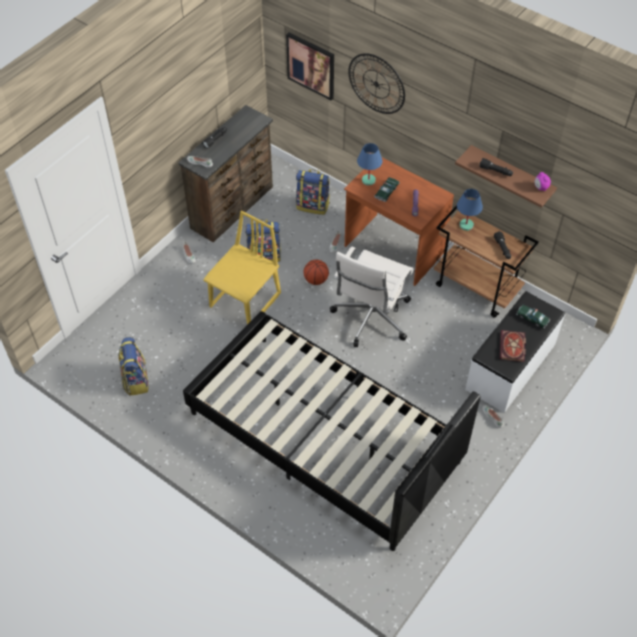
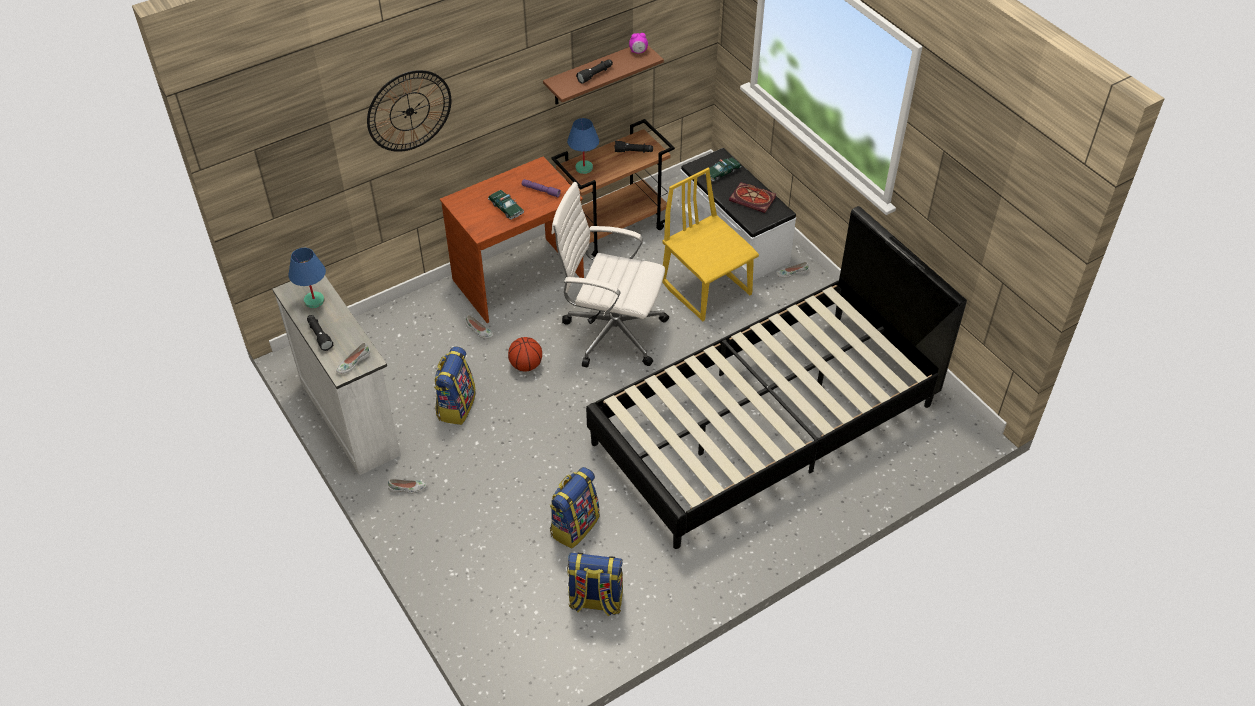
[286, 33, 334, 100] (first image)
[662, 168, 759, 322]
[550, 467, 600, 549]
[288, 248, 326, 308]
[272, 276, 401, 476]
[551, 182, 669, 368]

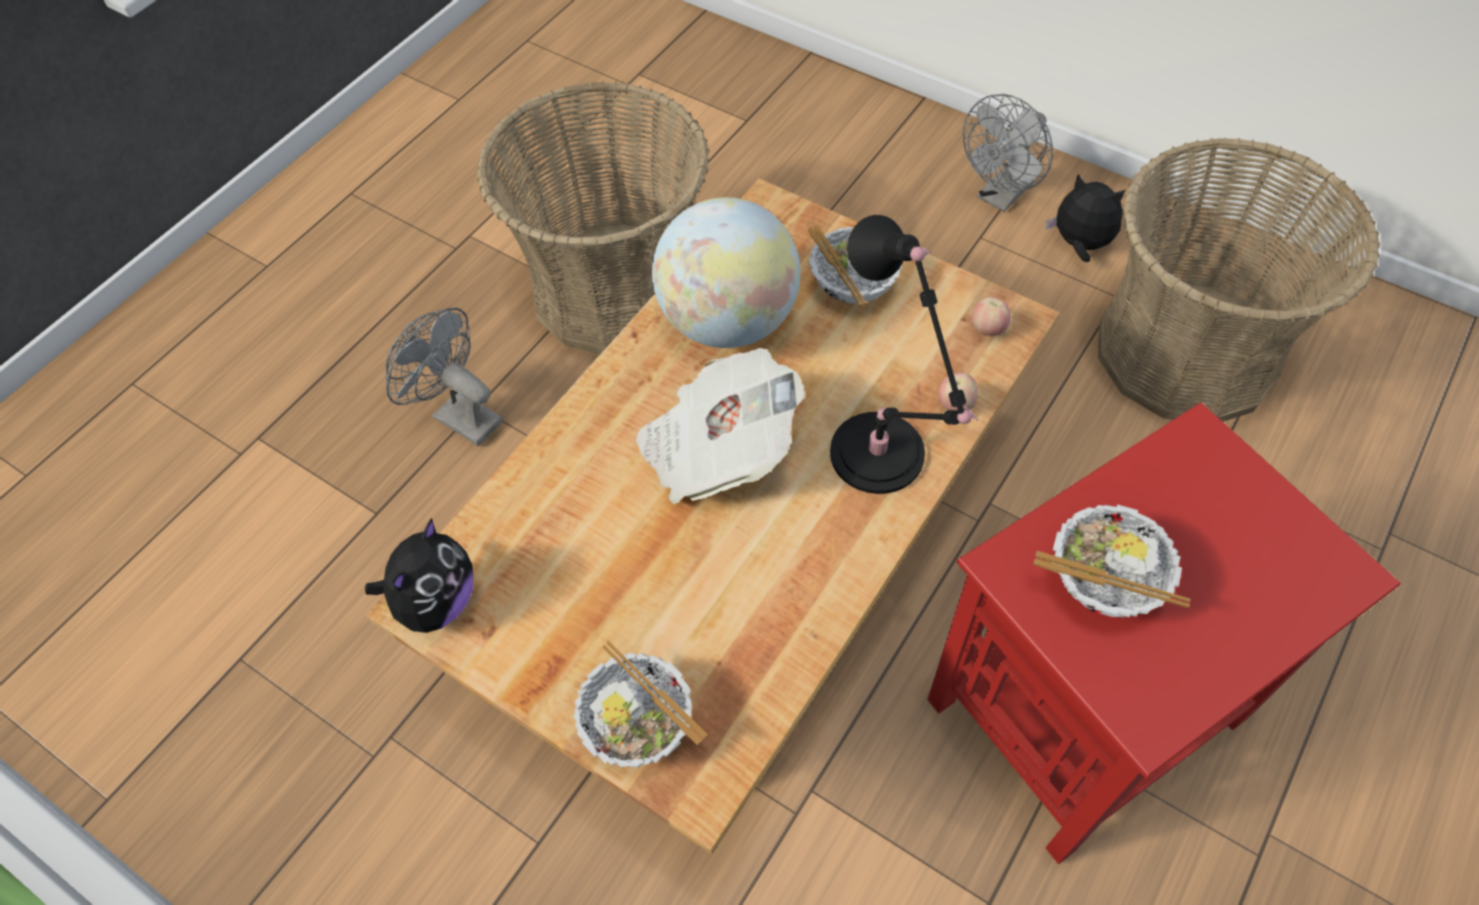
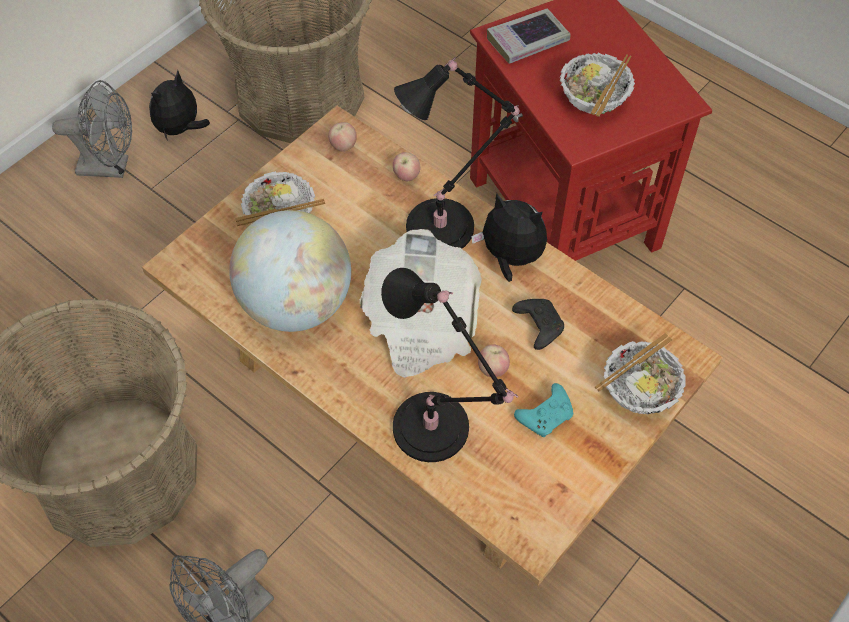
[381, 268, 519, 462]
[478, 344, 510, 377]
[487, 8, 570, 64]
[512, 299, 564, 350]
[514, 383, 573, 437]
[471, 193, 547, 282]
[52, 80, 132, 178]

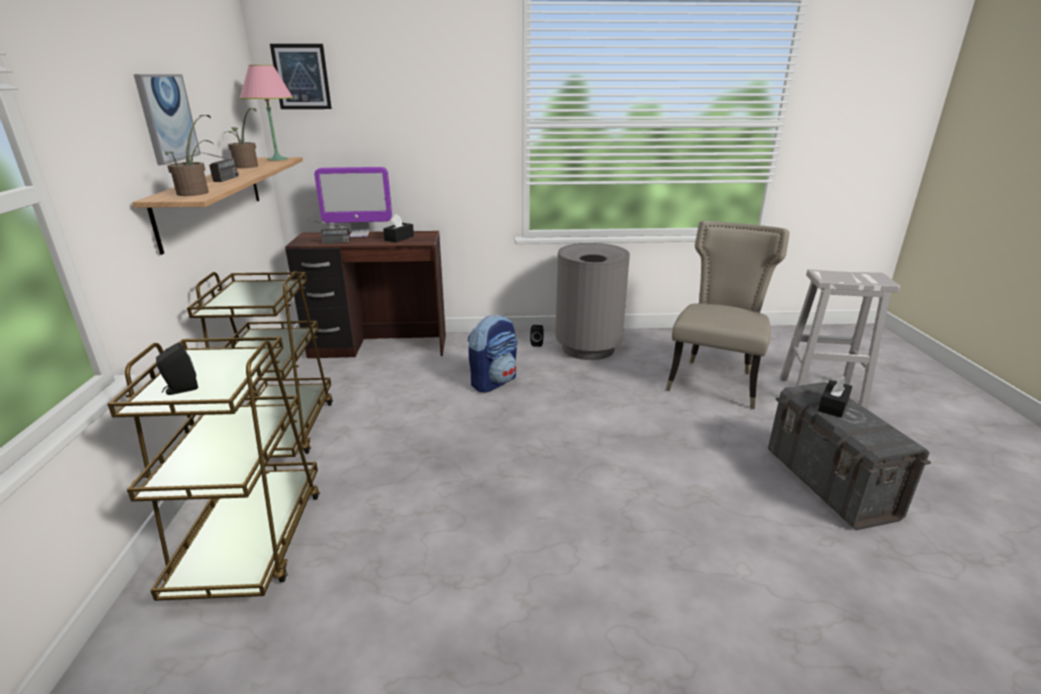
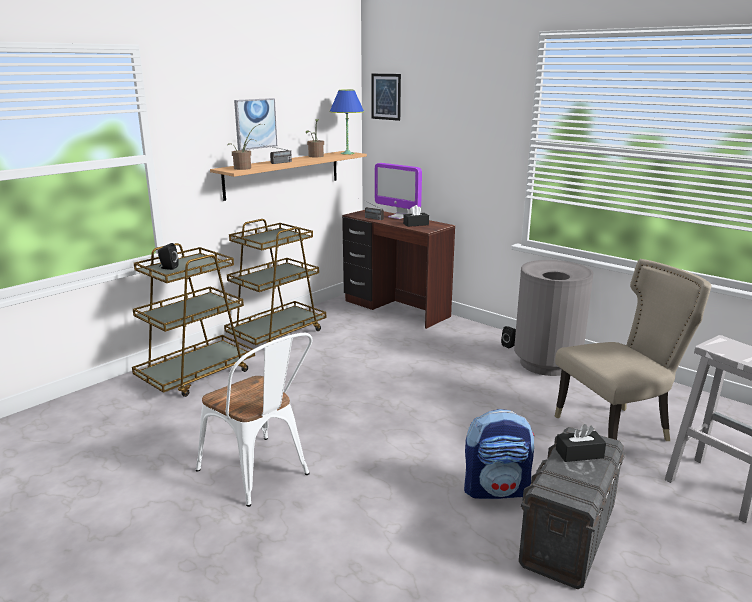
[196, 333, 313, 507]
[464, 409, 534, 499]
[329, 90, 364, 155]

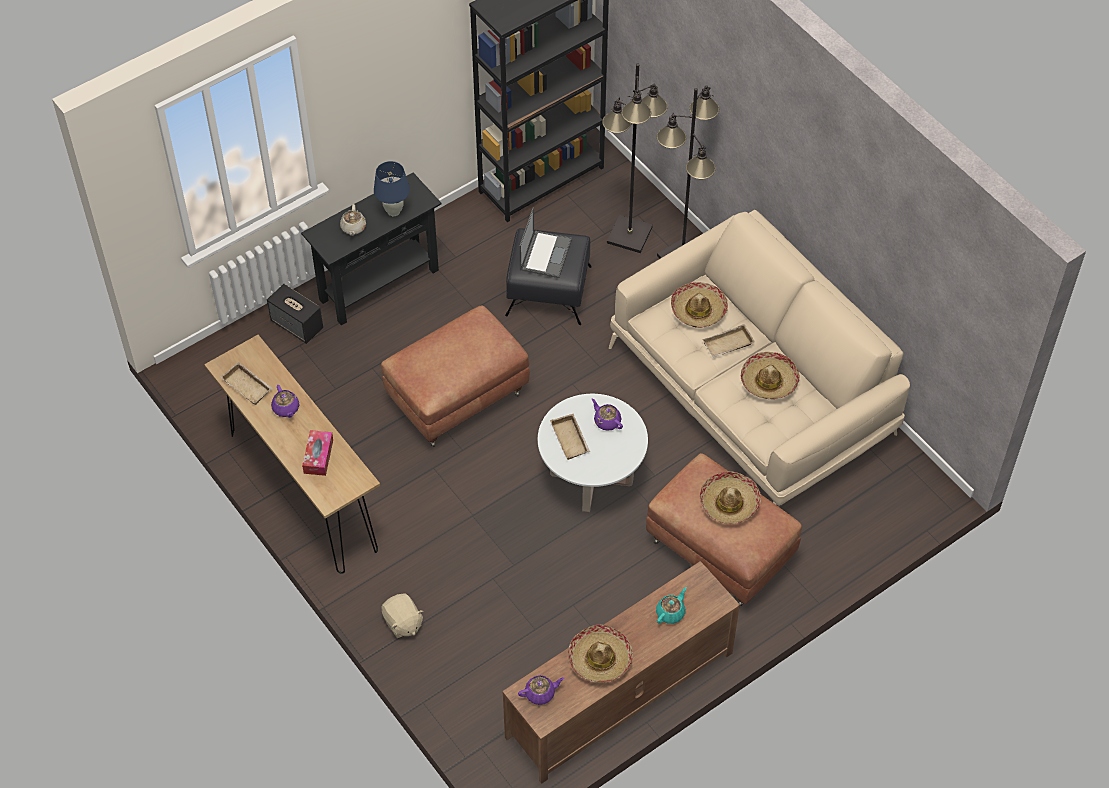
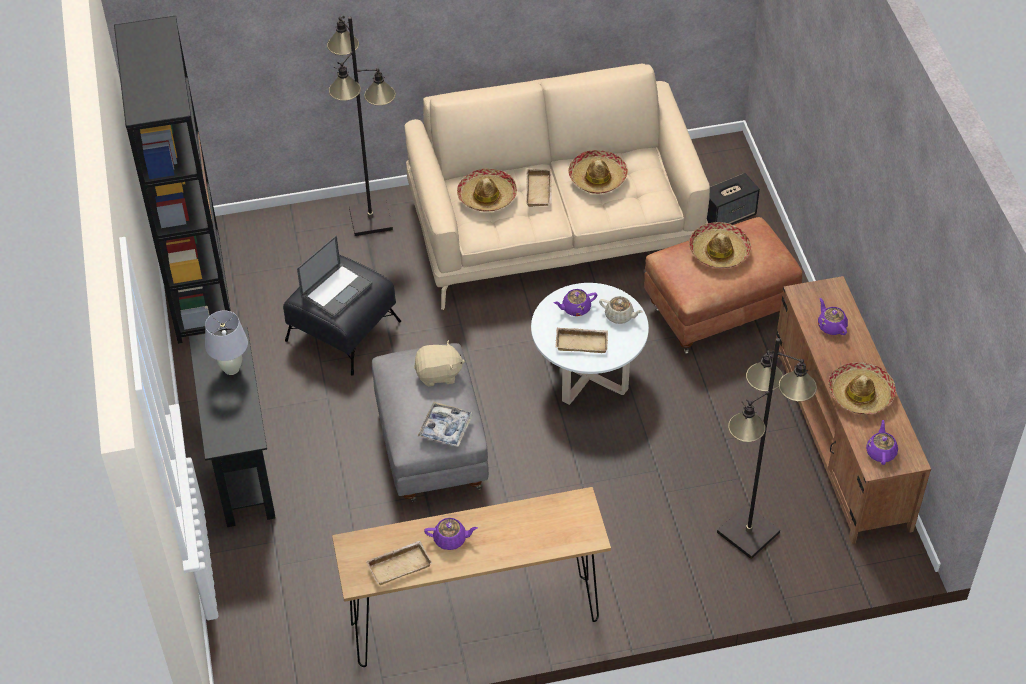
[302, 430, 333, 476] (first image)
[418, 402, 473, 447]
[707, 173, 760, 224]
[599, 296, 643, 324]
[414, 340, 465, 386]
[717, 338, 817, 559]
[205, 310, 248, 375]
[372, 343, 489, 502]
[818, 298, 848, 335]
[297, 235, 373, 318]

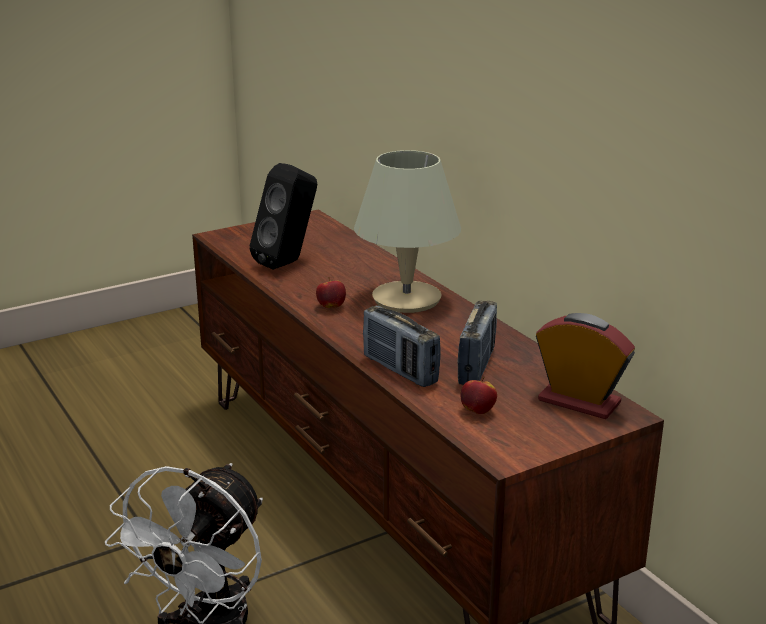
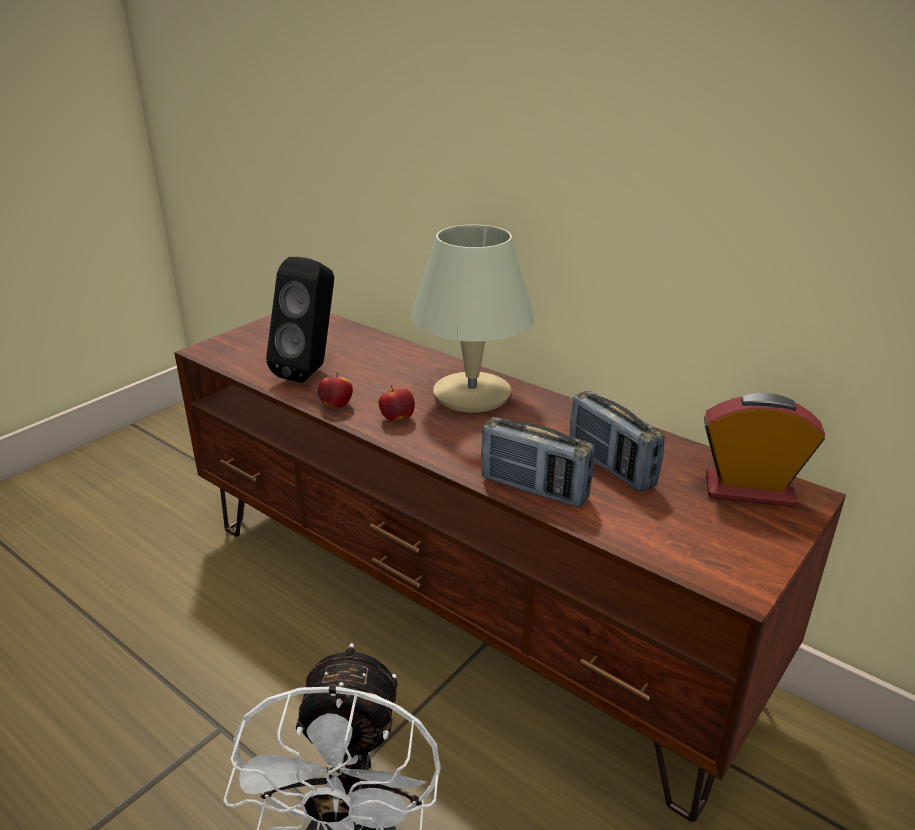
[318, 372, 353, 408]
[570, 391, 665, 492]

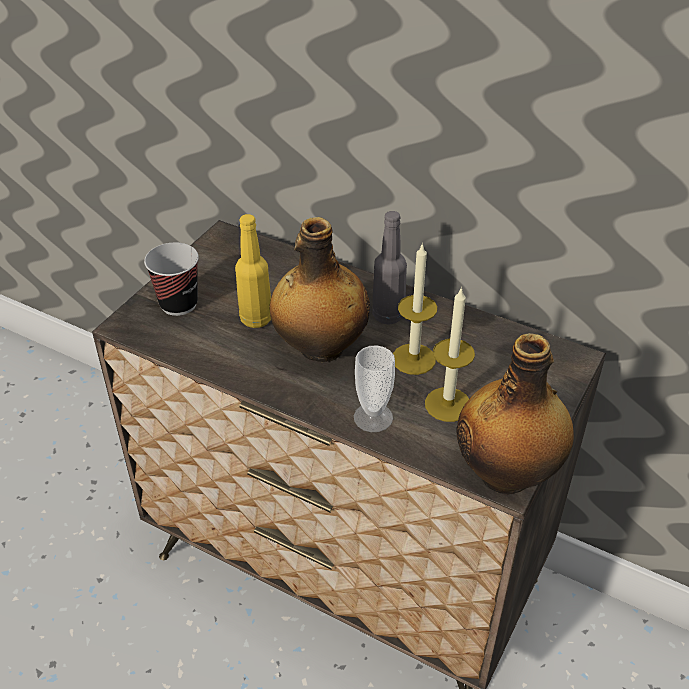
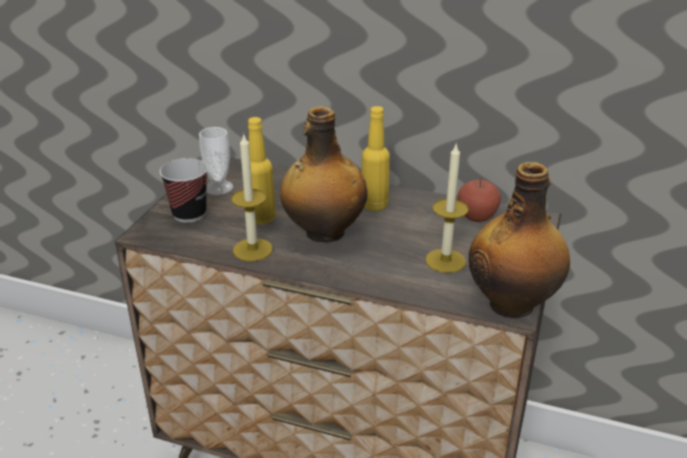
[457, 178, 501, 222]
[199, 127, 233, 195]
[231, 133, 273, 261]
[361, 106, 390, 211]

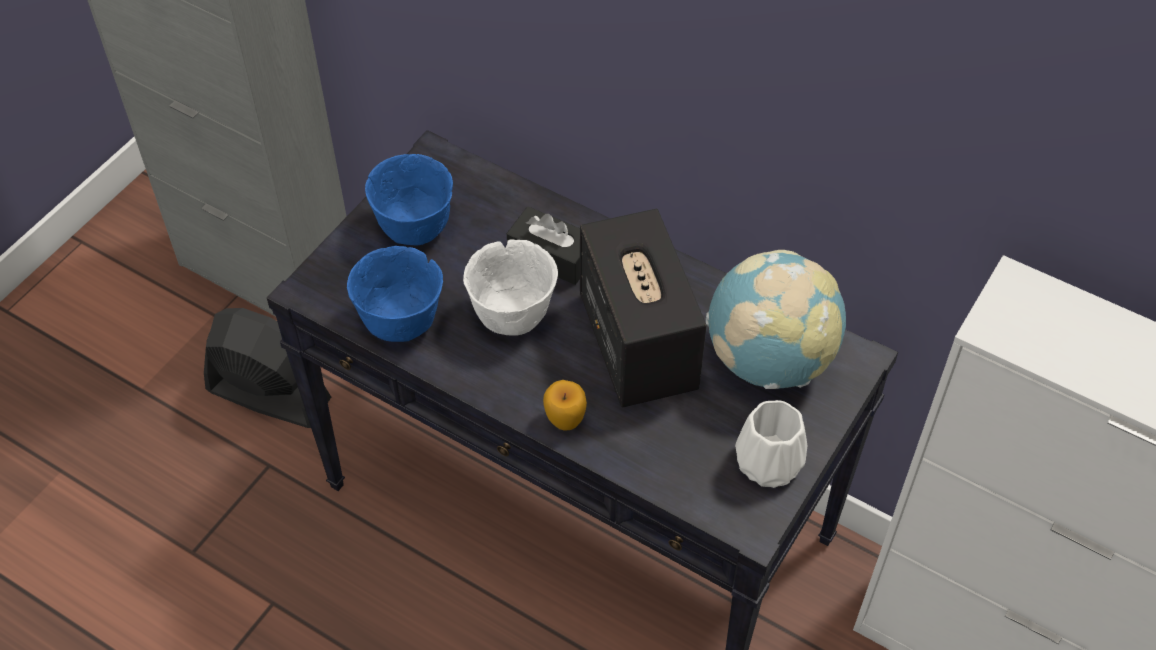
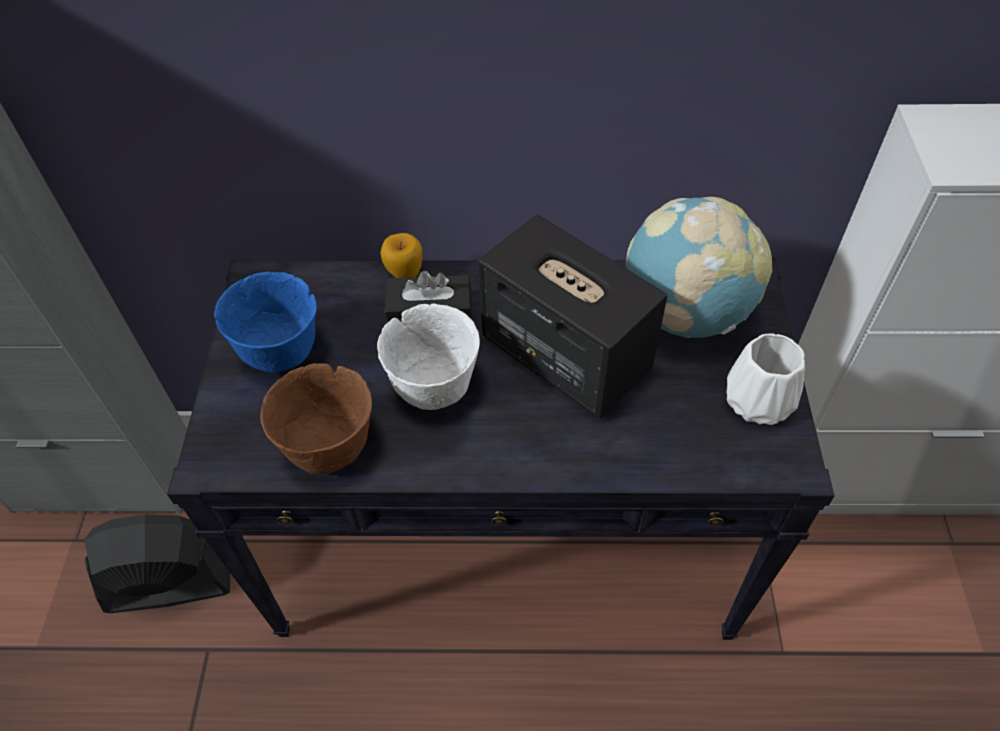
[381, 233, 422, 278]
[260, 363, 372, 474]

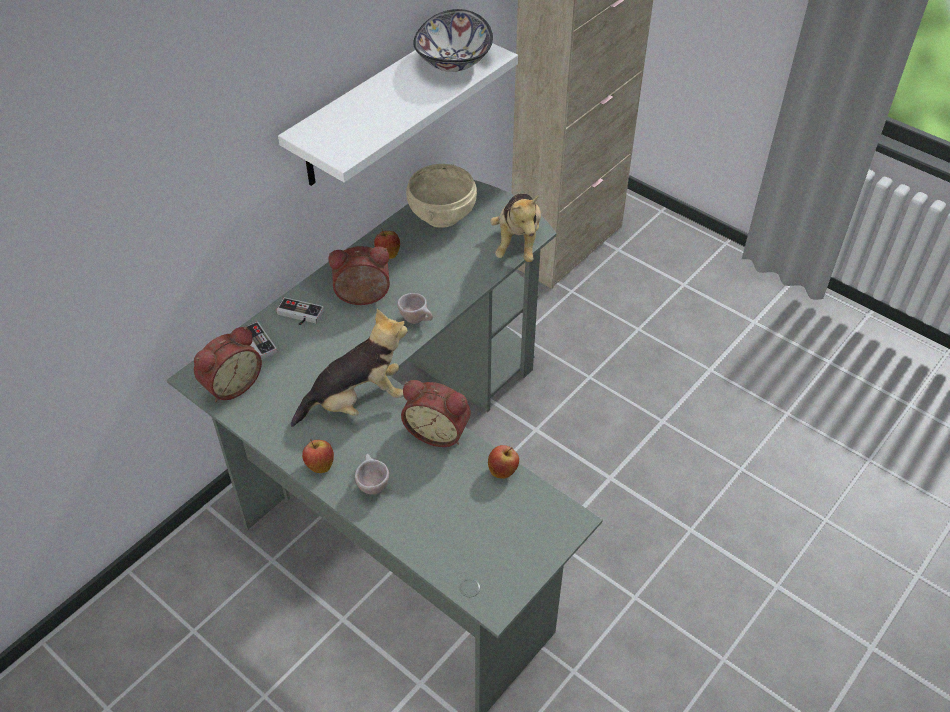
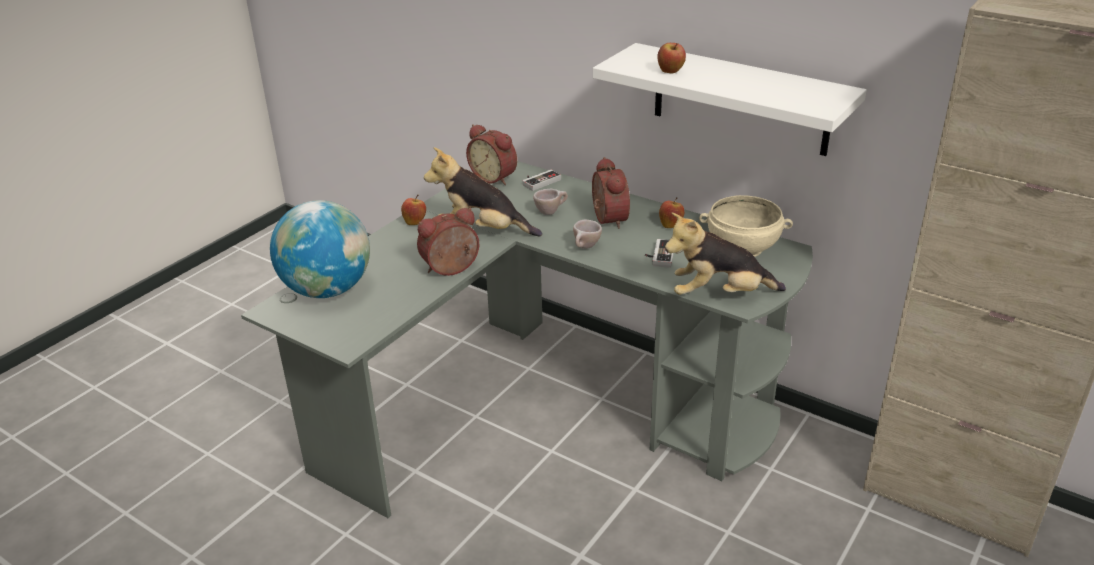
[413, 9, 493, 72] (first image)
[270, 200, 370, 298]
[645, 239, 674, 268]
[533, 189, 568, 215]
[658, 43, 686, 73]
[424, 147, 542, 236]
[417, 208, 479, 276]

